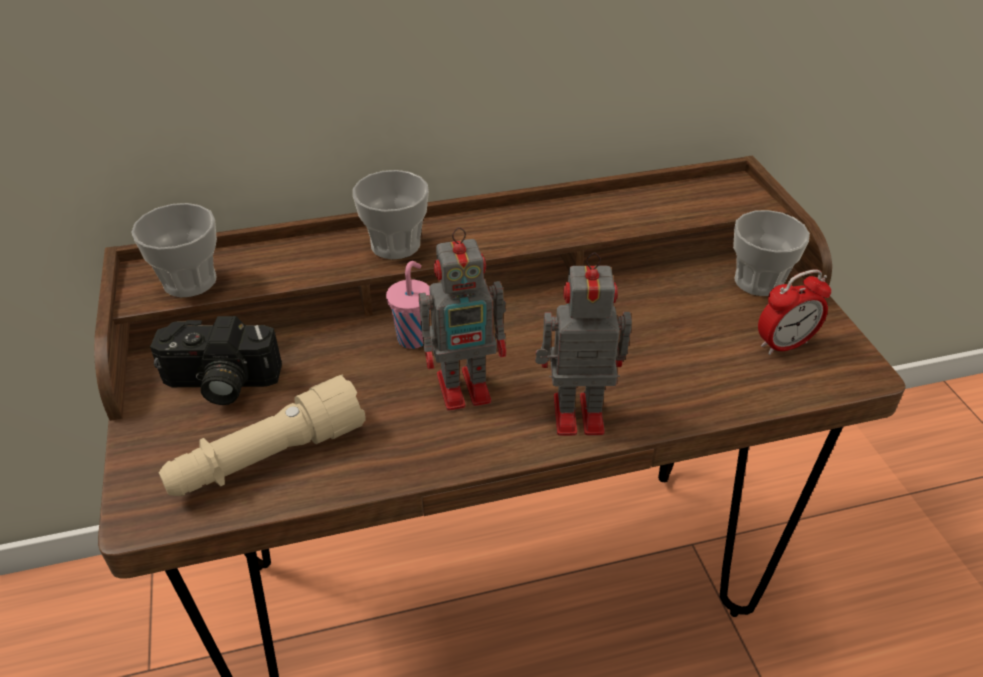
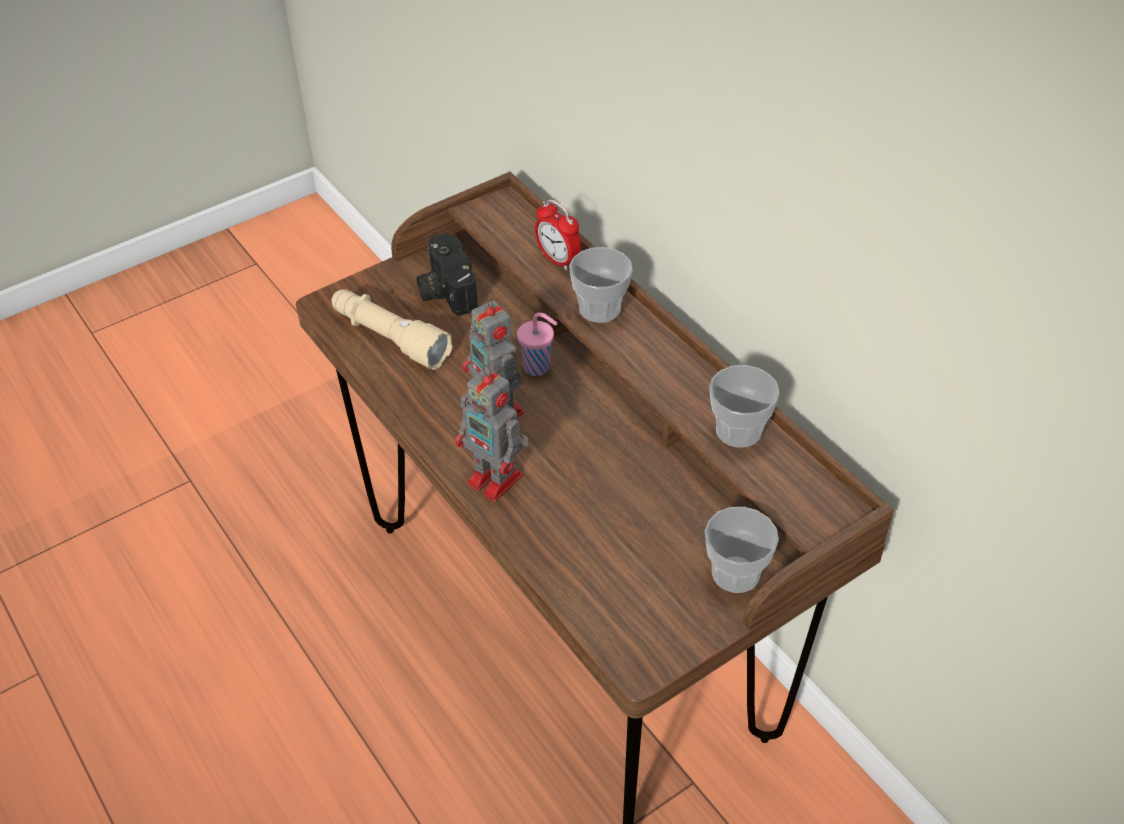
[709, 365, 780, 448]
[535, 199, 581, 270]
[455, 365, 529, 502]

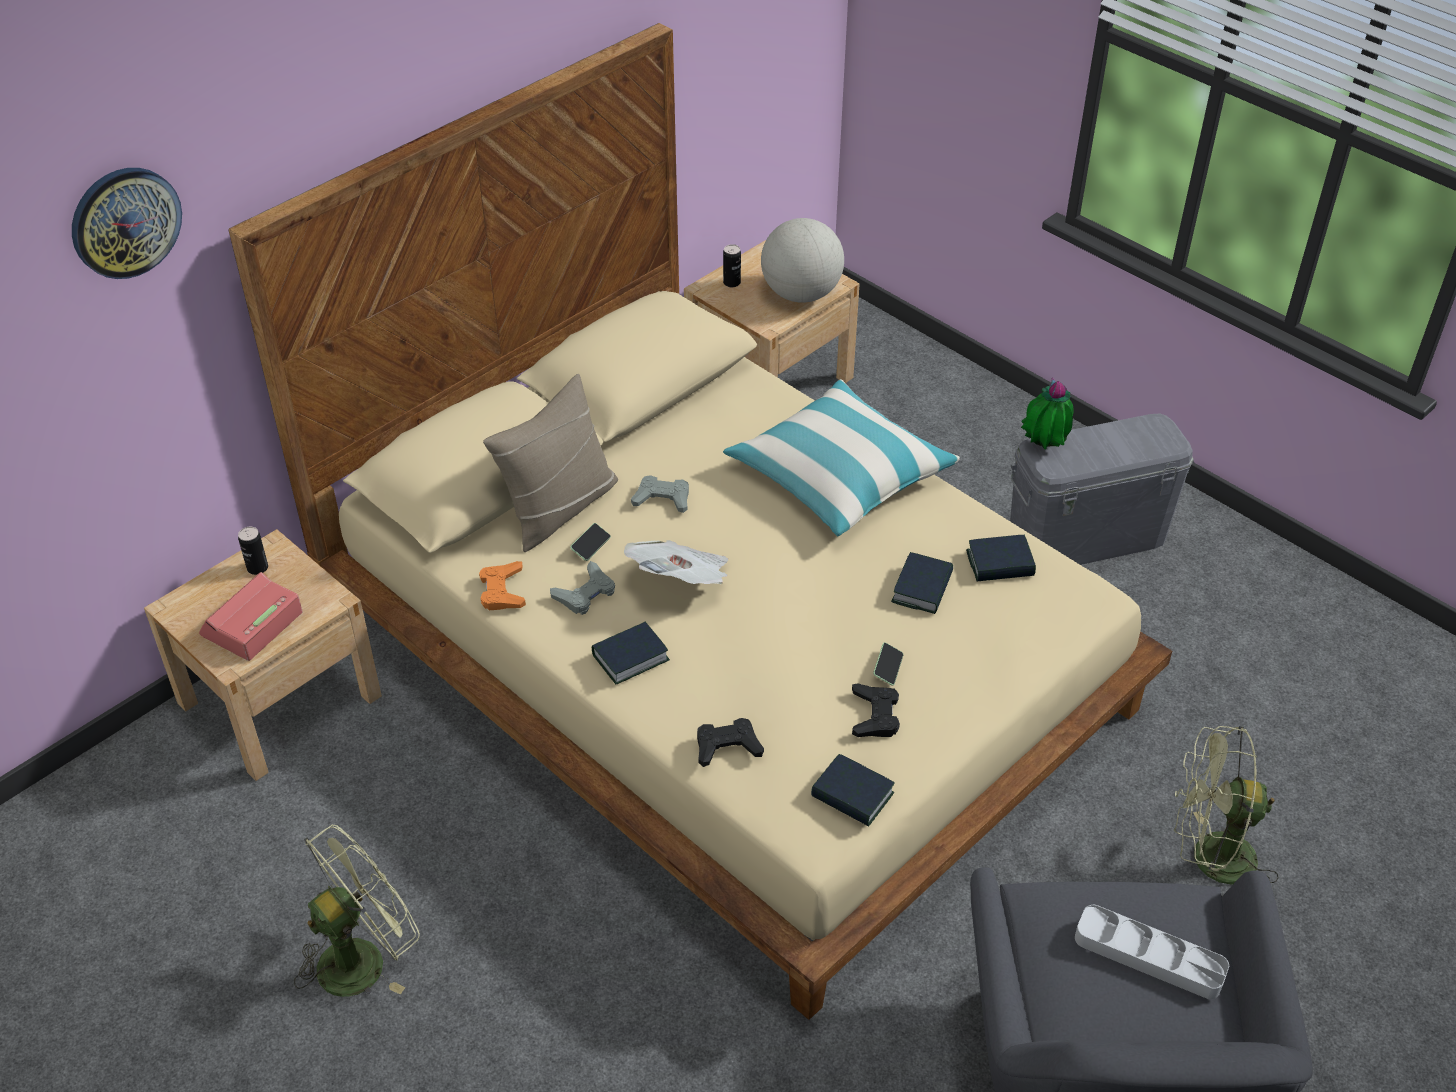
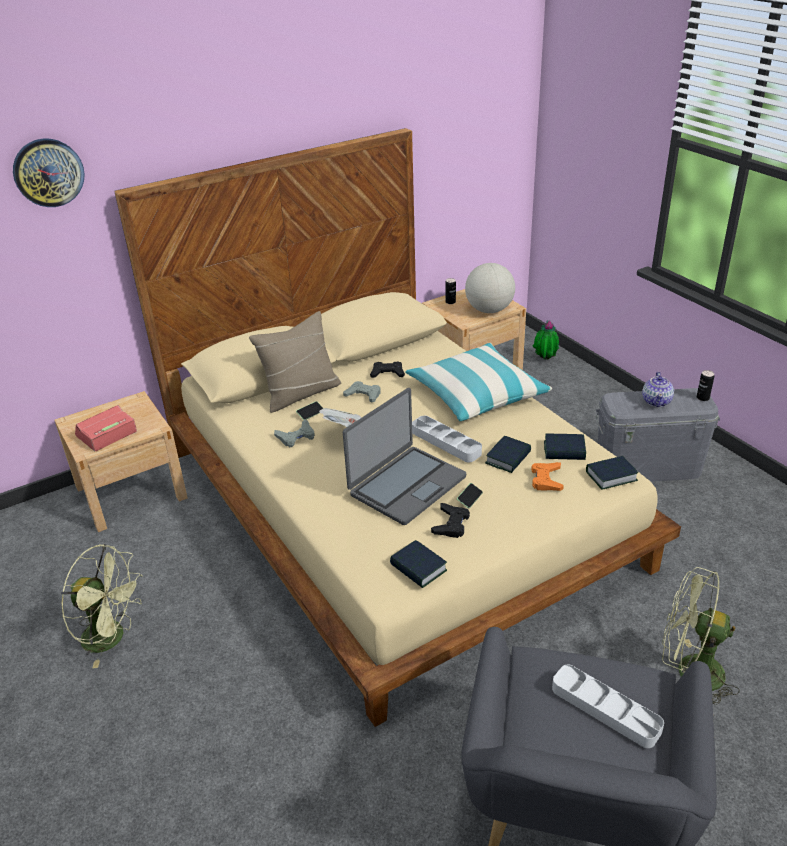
[343, 388, 466, 525]
[412, 416, 482, 462]
[642, 372, 674, 407]
[697, 370, 714, 401]
[531, 462, 564, 491]
[586, 456, 638, 490]
[370, 361, 405, 378]
[532, 320, 559, 360]
[61, 544, 143, 668]

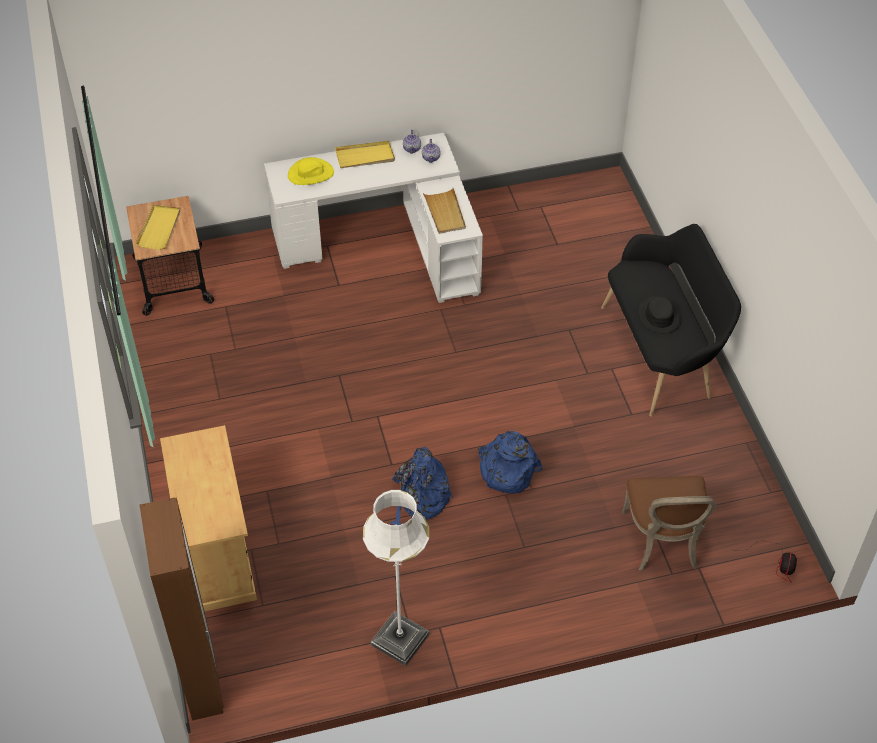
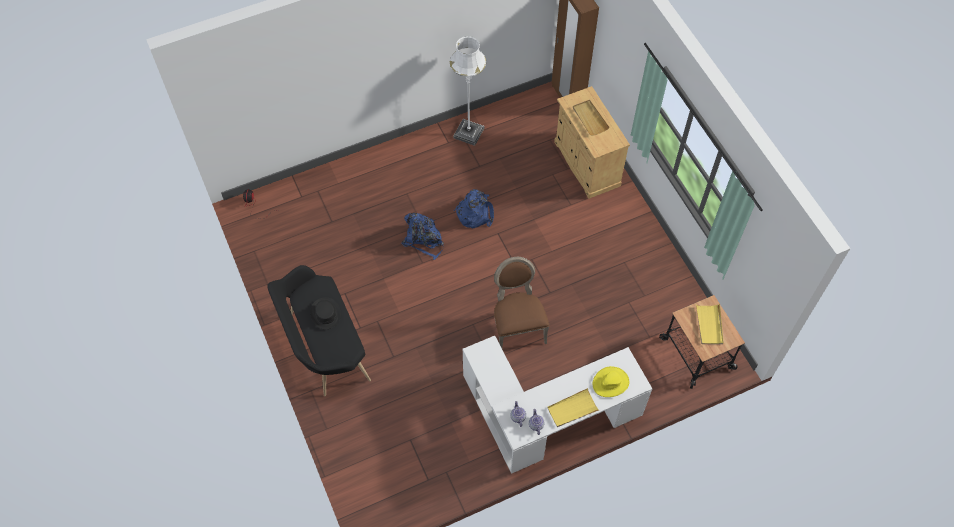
[573, 100, 610, 136]
[494, 257, 550, 348]

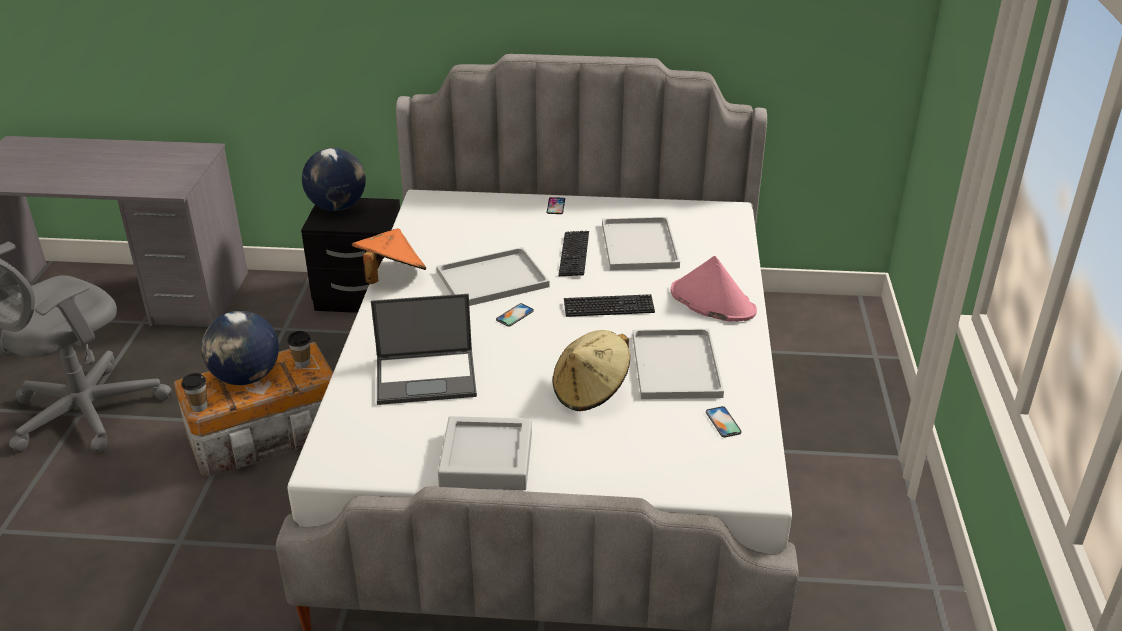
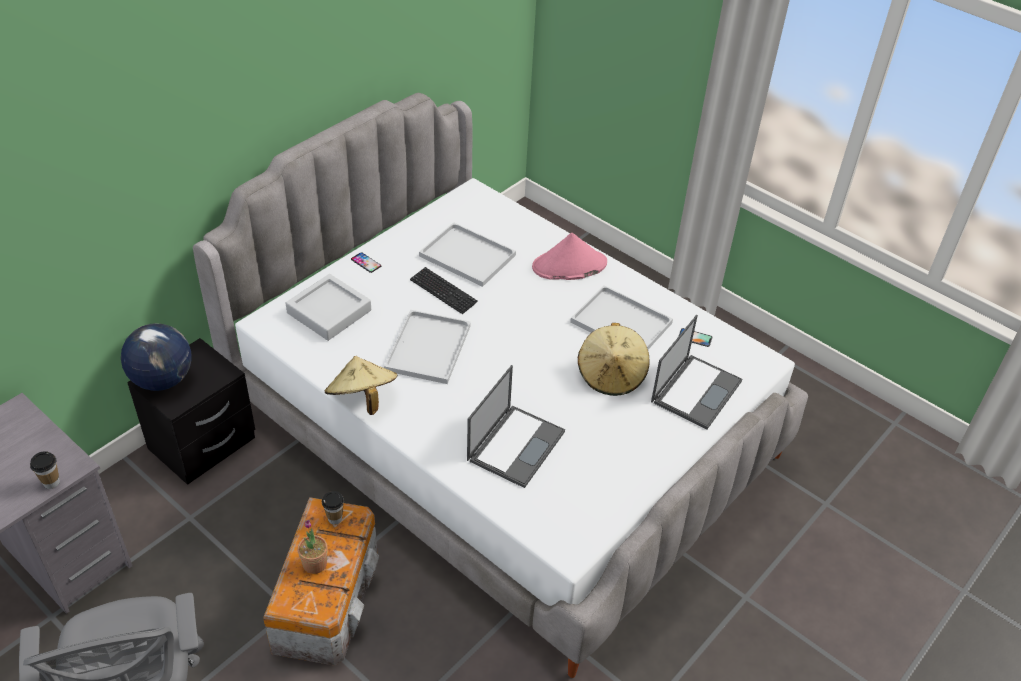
[496, 303, 534, 327] (first image)
[564, 294, 655, 317] (first image)
[651, 315, 742, 429]
[30, 451, 60, 489]
[286, 274, 371, 341]
[298, 520, 328, 574]
[325, 356, 397, 415]

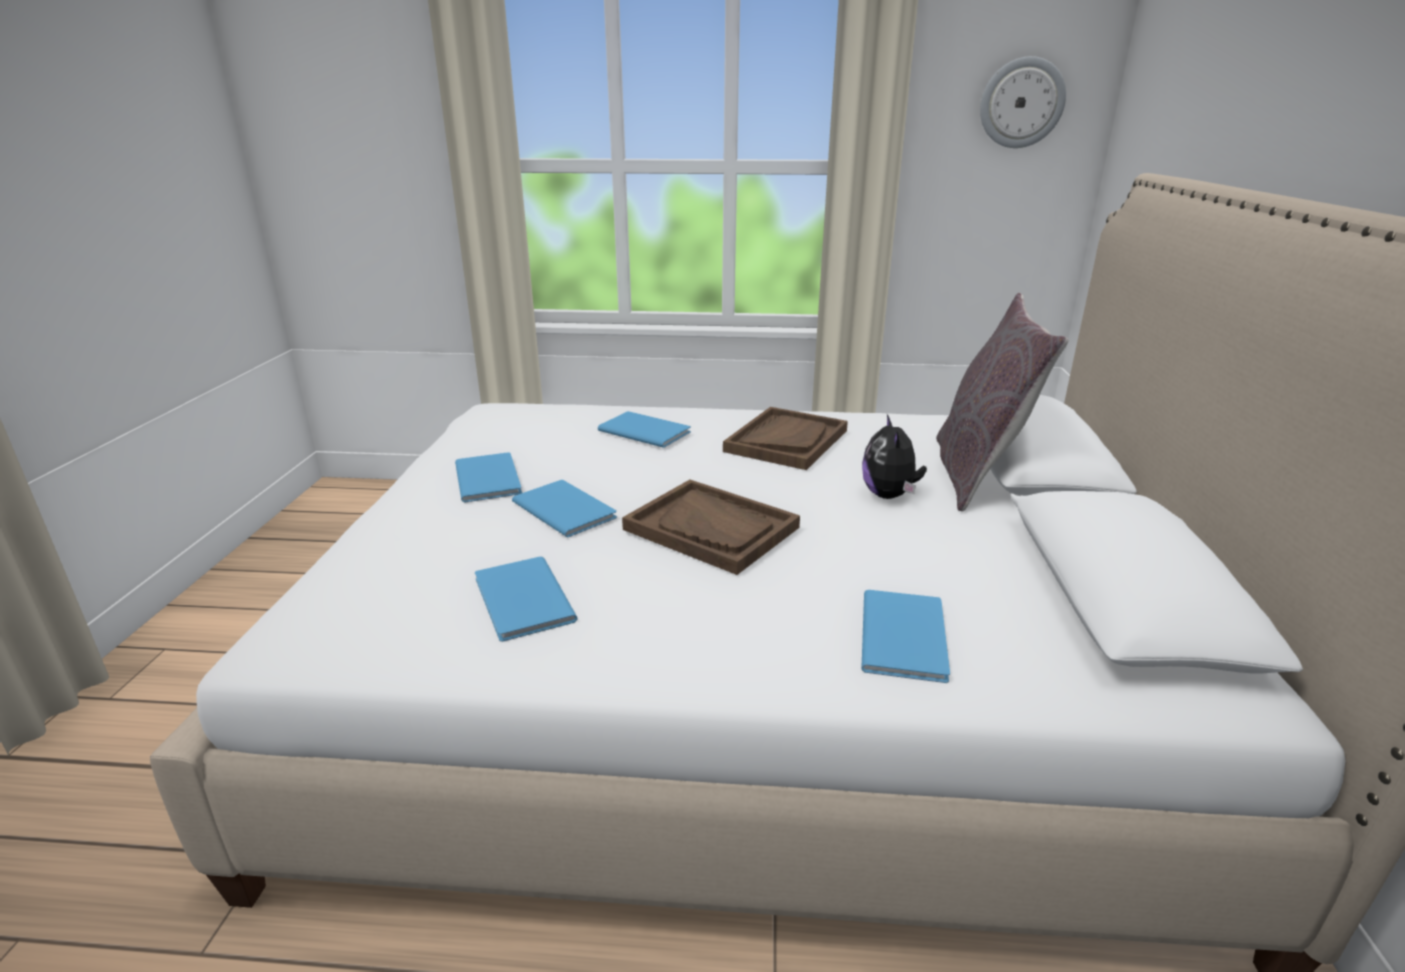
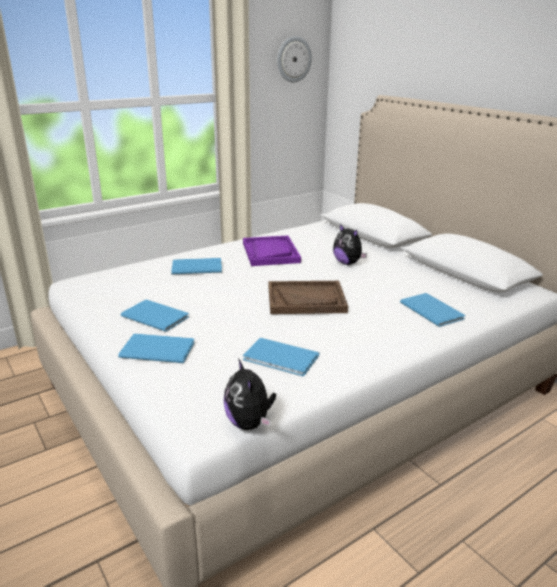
[936, 293, 1068, 511] (first image)
[224, 358, 276, 430]
[118, 334, 194, 363]
[243, 235, 301, 266]

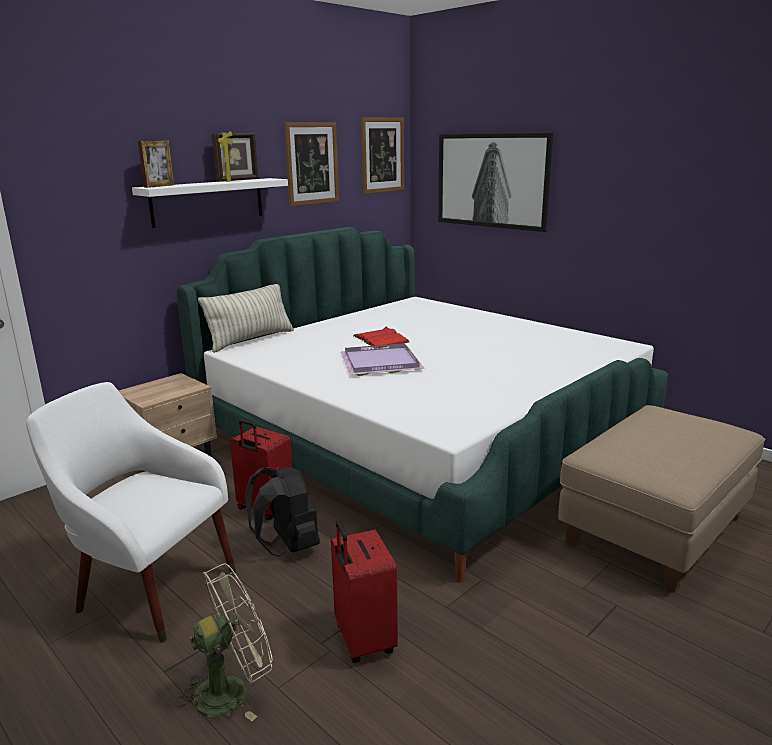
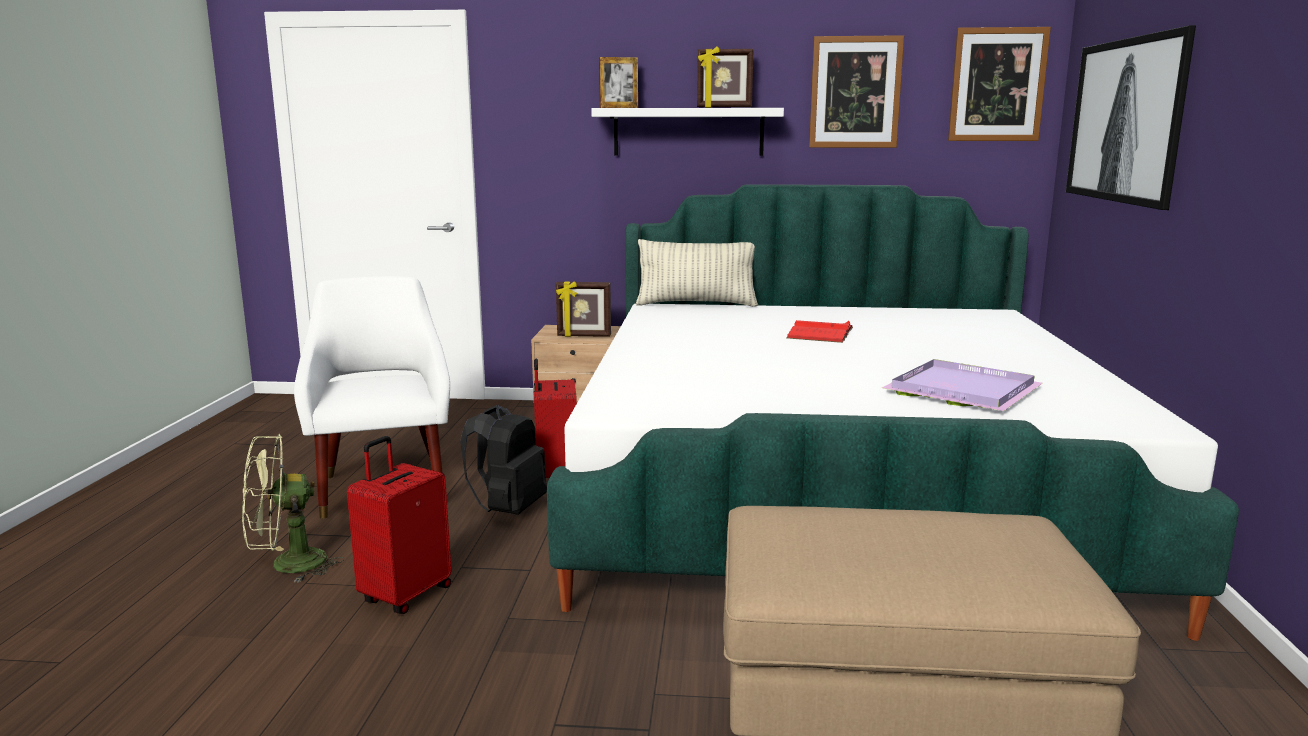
[556, 281, 611, 337]
[882, 359, 1043, 411]
[242, 434, 344, 583]

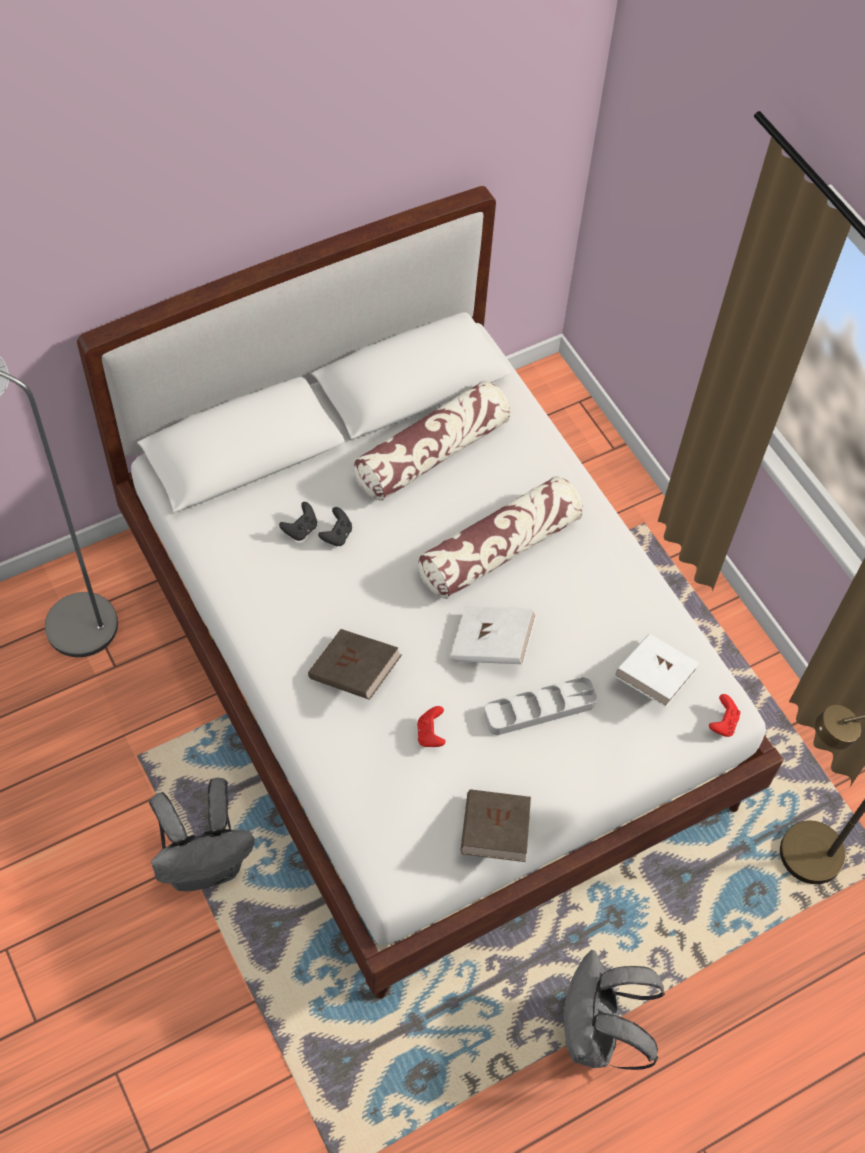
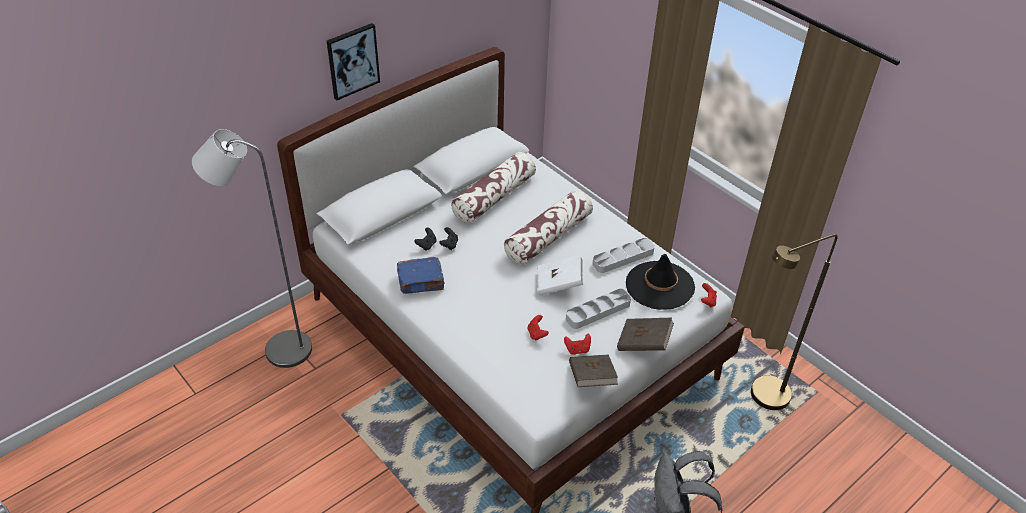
[149, 778, 255, 891] (first image)
[327, 23, 380, 100]
[397, 257, 444, 294]
[564, 334, 591, 355]
[592, 238, 655, 273]
[617, 318, 674, 351]
[626, 254, 695, 310]

